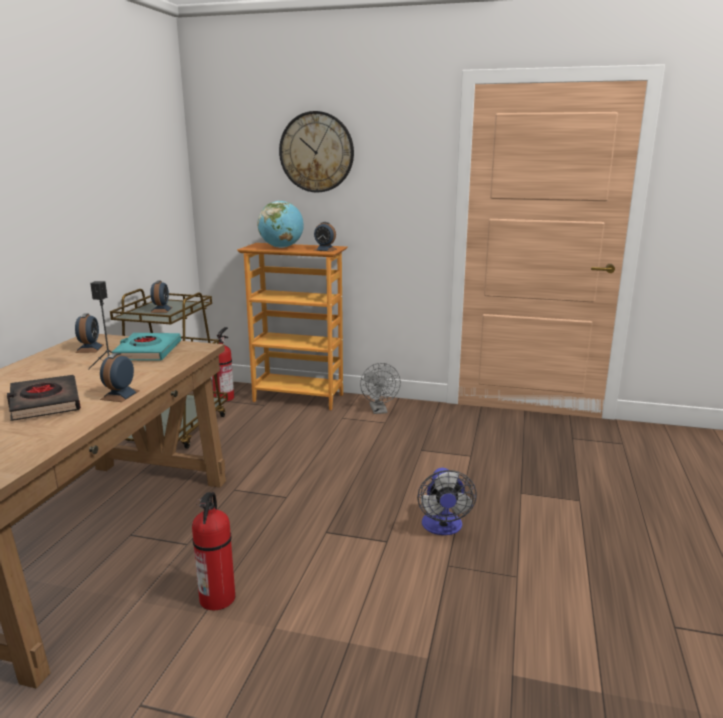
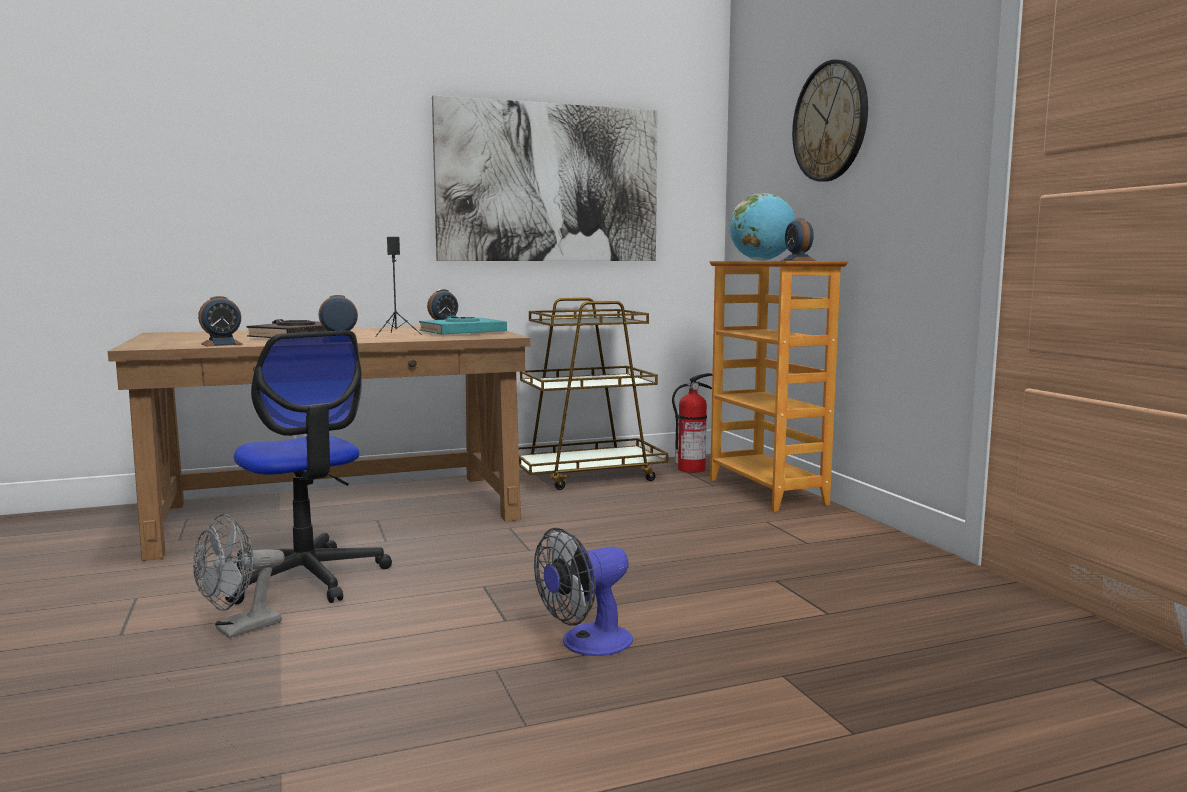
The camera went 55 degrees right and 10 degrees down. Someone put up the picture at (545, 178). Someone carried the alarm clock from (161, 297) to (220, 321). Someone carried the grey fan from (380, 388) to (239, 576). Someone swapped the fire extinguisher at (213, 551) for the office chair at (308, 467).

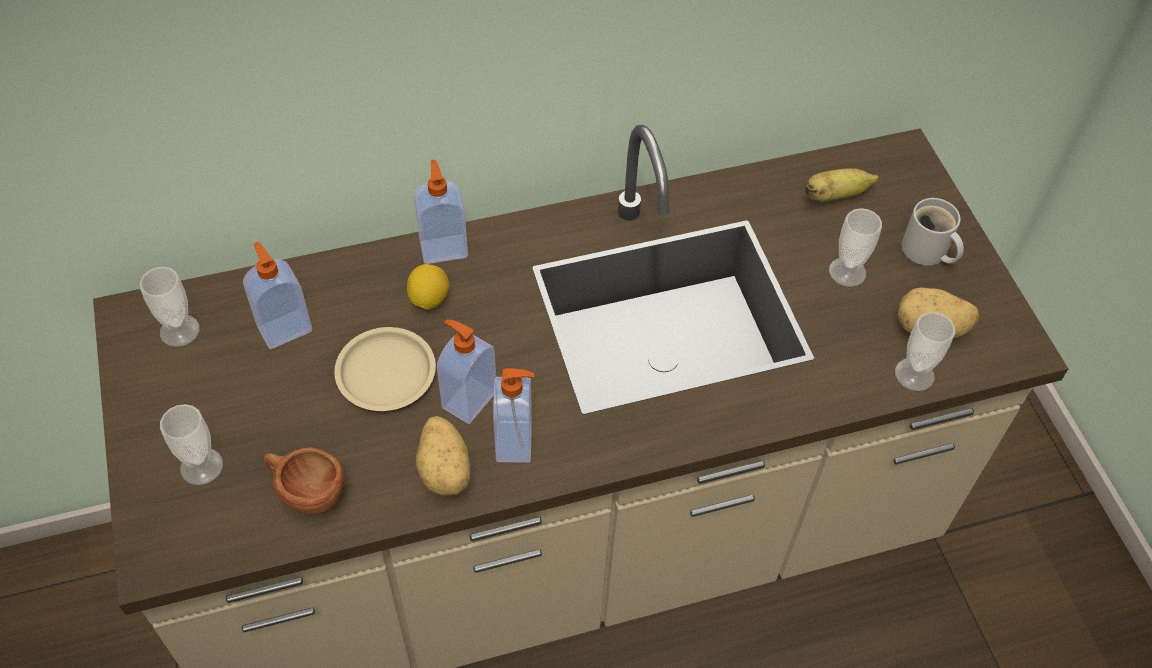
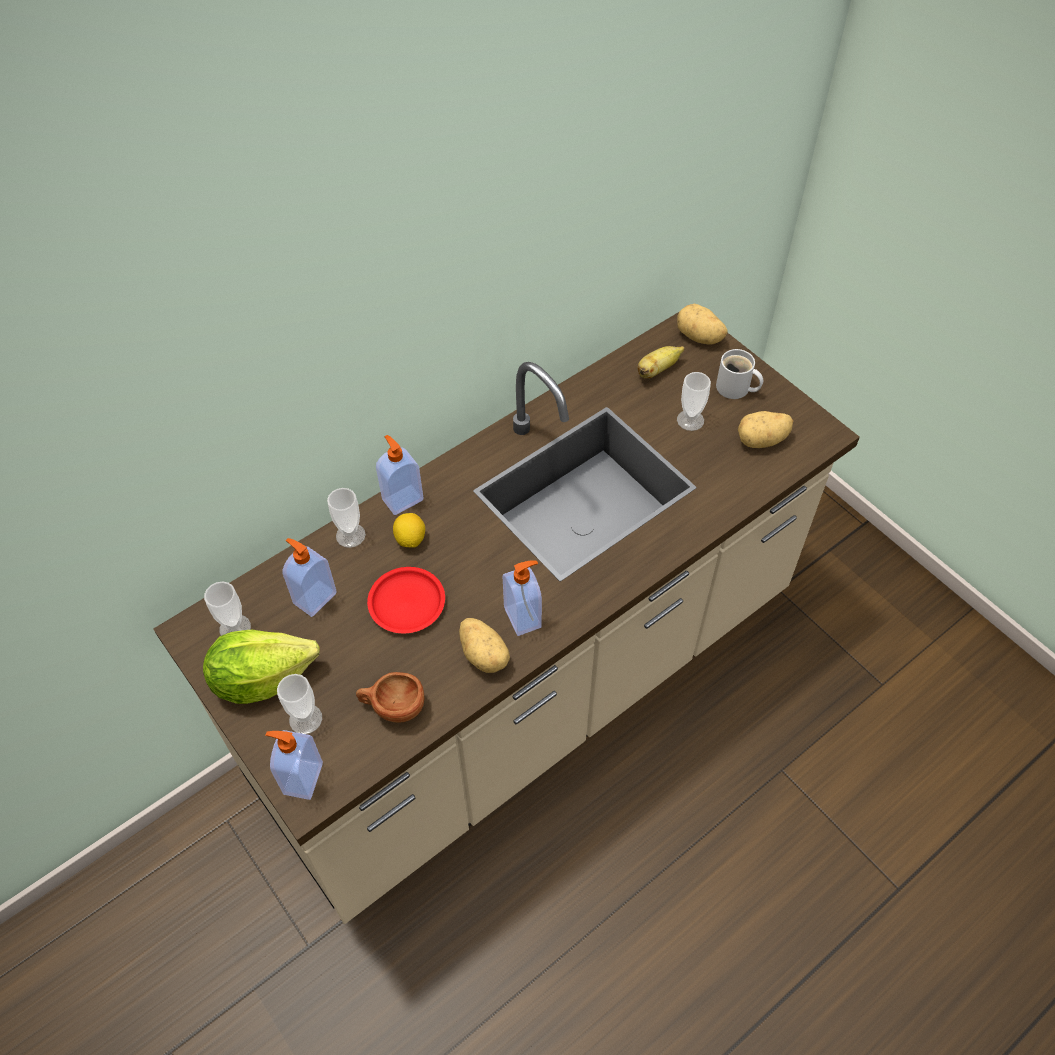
The camera went 20 degrees left and 0 degrees up. Someone put down the lettuce at (261, 666). Someone put down the potato at (702, 324). Someone carried the soap dispenser from (466, 372) to (294, 765). Someone carried the cup from (925, 351) to (346, 518). Someone repainted the beige plate at (385, 369), which became the red plate at (406, 600).

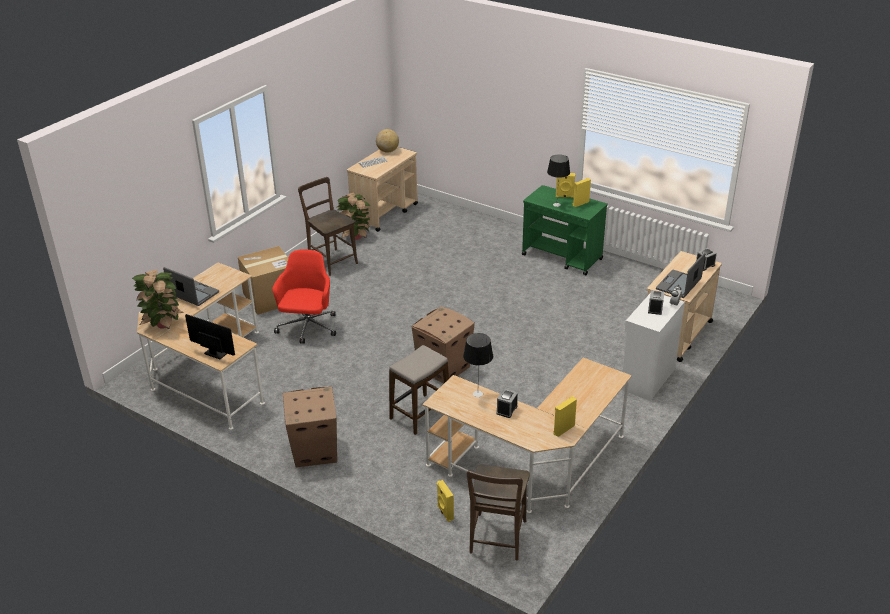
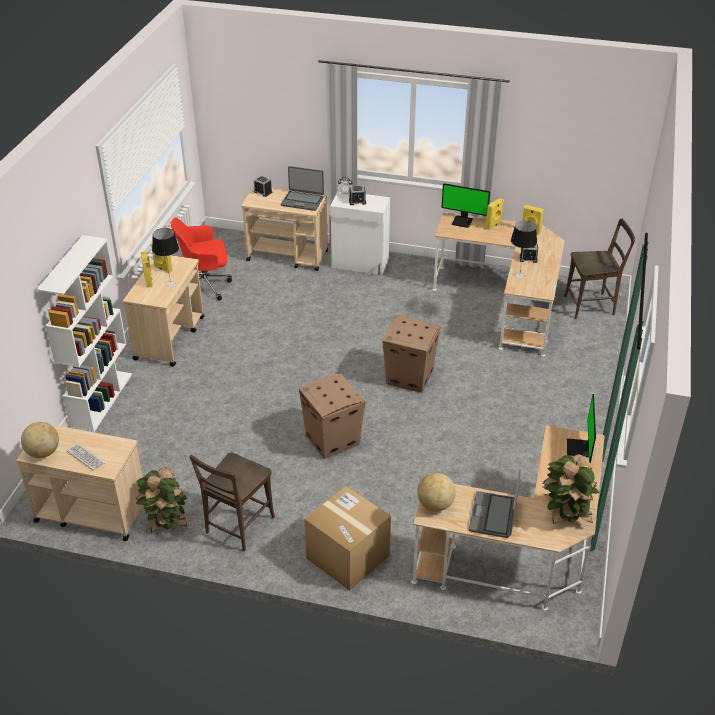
The camera went 110 degrees left and 5 degrees up. Someone took away the stool at (419, 390). Someone put down the white bookcase at (84, 333). Someone put down the globe at (436, 492). Someone put down the monitor at (466, 205). Someone carried the red office chair from (304, 297) to (201, 259). Someone carried the cardboard box from (310, 427) to (332, 416). Someone carried the yellow speaker from (445, 501) to (495, 214). Someone repainted the green cart at (565, 230), which became the beige cart at (163, 311).

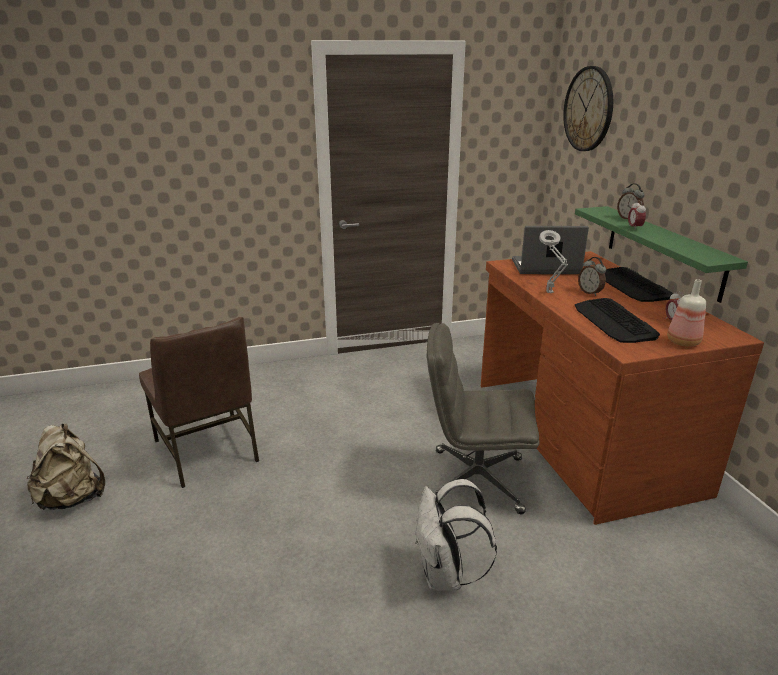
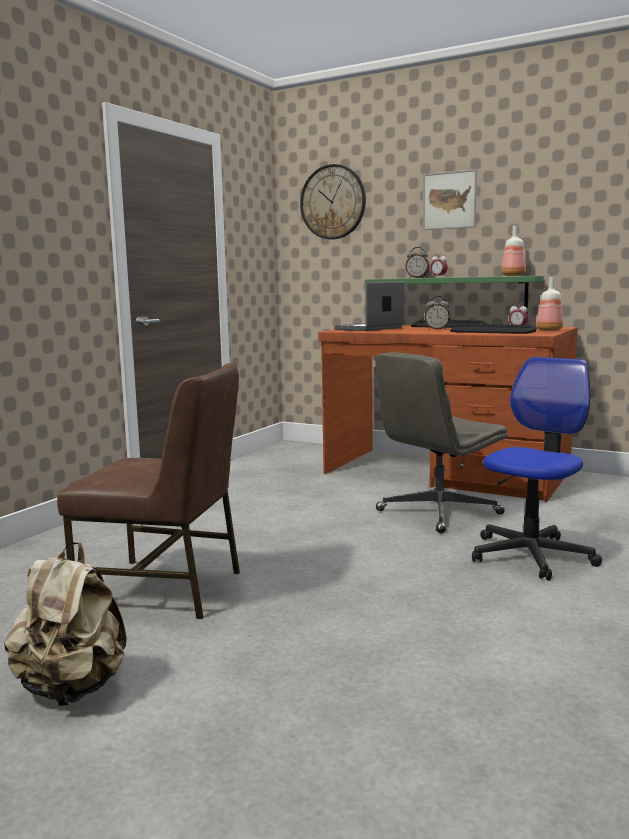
The camera went 45 degrees left and 15 degrees down. Someone took away the grey table lamp at (554, 261). Someone put up the picture at (450, 199). Someone put down the bottle at (513, 251). Someone swapped the white backpack at (456, 535) for the office chair at (537, 469).

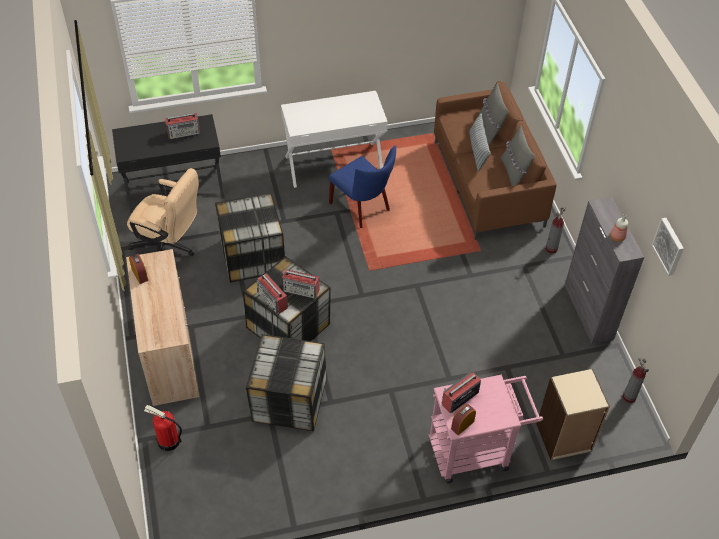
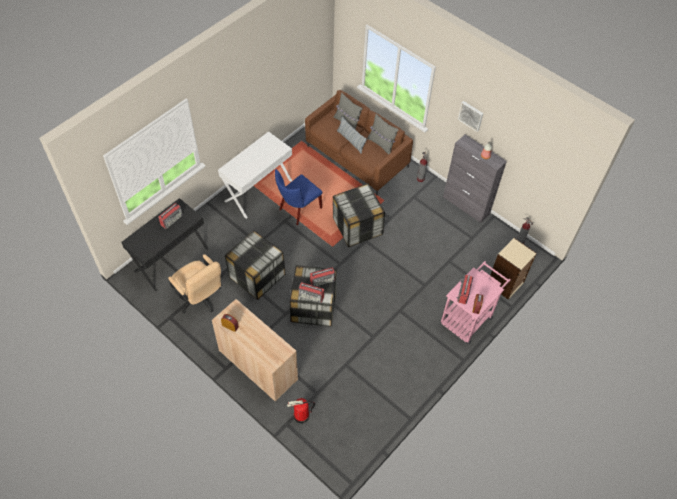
The camera went 35 degrees left and 5 degrees up. Someone carried the storage box from (286, 382) to (359, 215). Someone carried the picture from (668, 247) to (470, 116). Someone rotated the beige office chair at (163, 212) by 60 degrees clockwise. Someone rotated the blue chair at (362, 187) by 120 degrees clockwise.

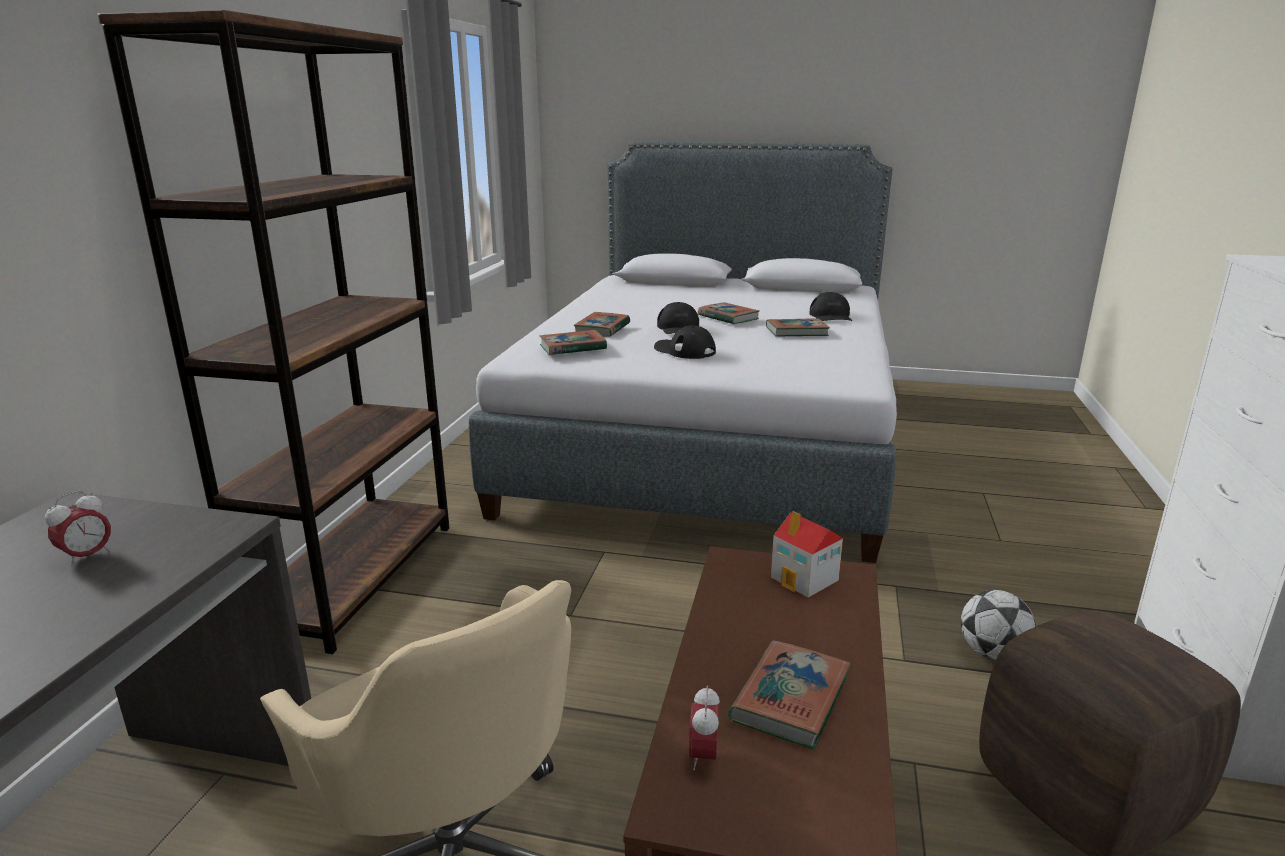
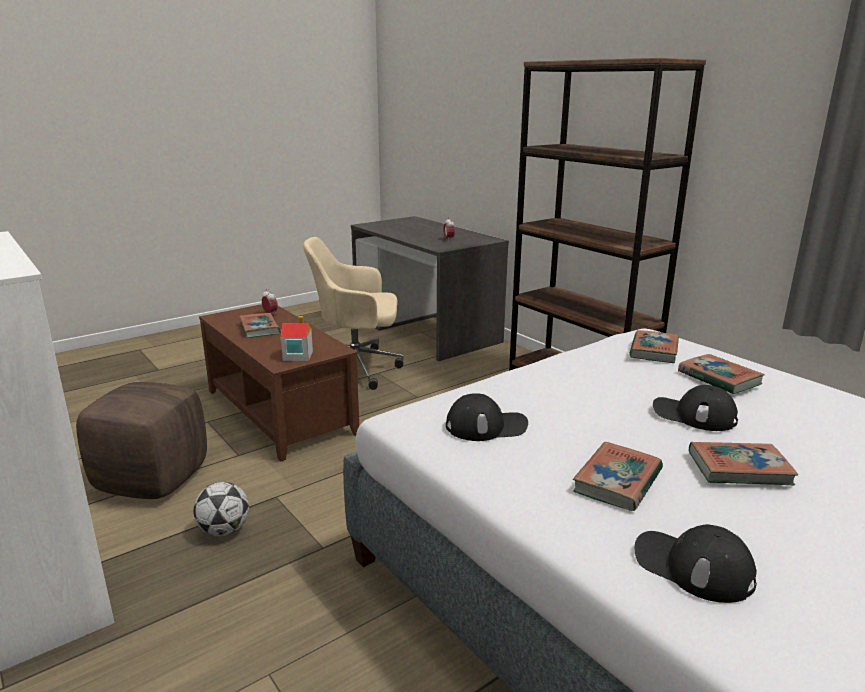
The camera went 130 degrees right and 0 degrees up. Someone carried the black cap from (685, 342) to (487, 417).

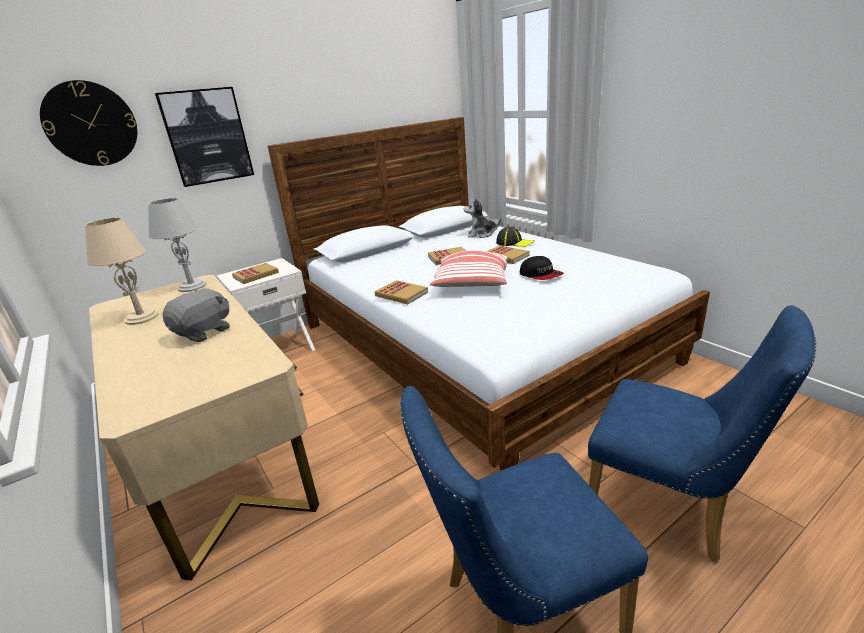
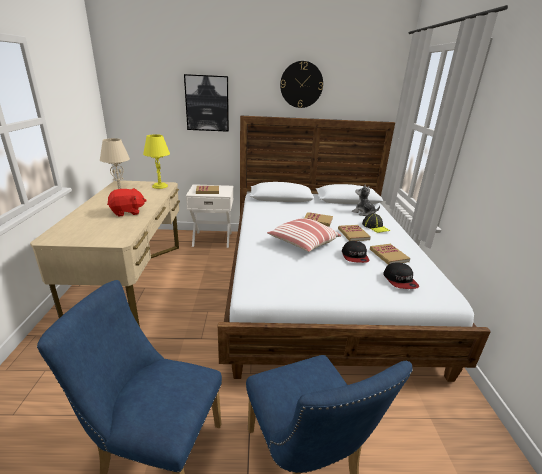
The camera went 30 degrees right and 0 degrees up. Someone put down the cap at (401, 275). Someone carried the wall clock from (88, 123) to (301, 84). Someone carried the book from (401, 292) to (390, 254). Someone repainted the grey table lamp at (177, 245), which became the yellow table lamp at (156, 161). Someone repainted the grey plush toy at (196, 315), which became the red plush toy at (127, 202).

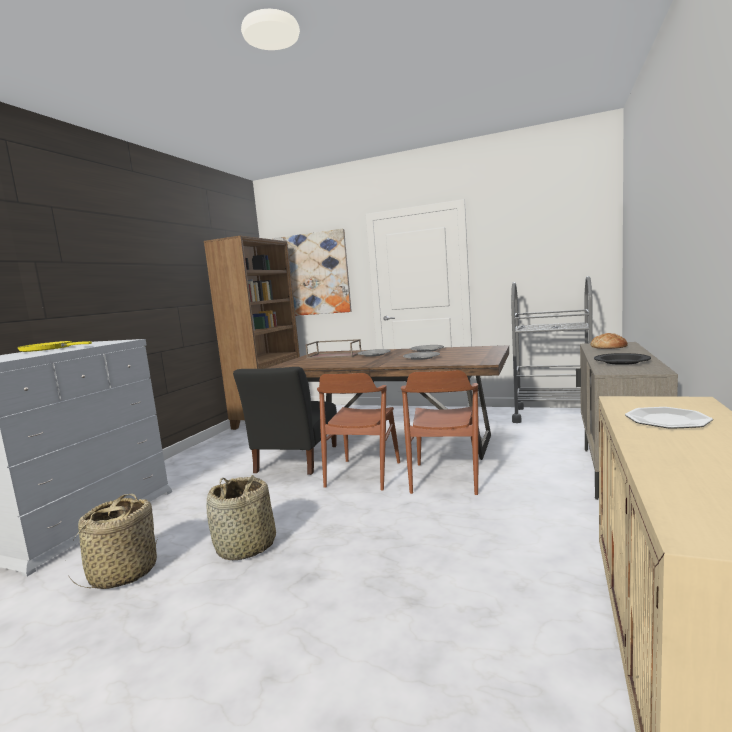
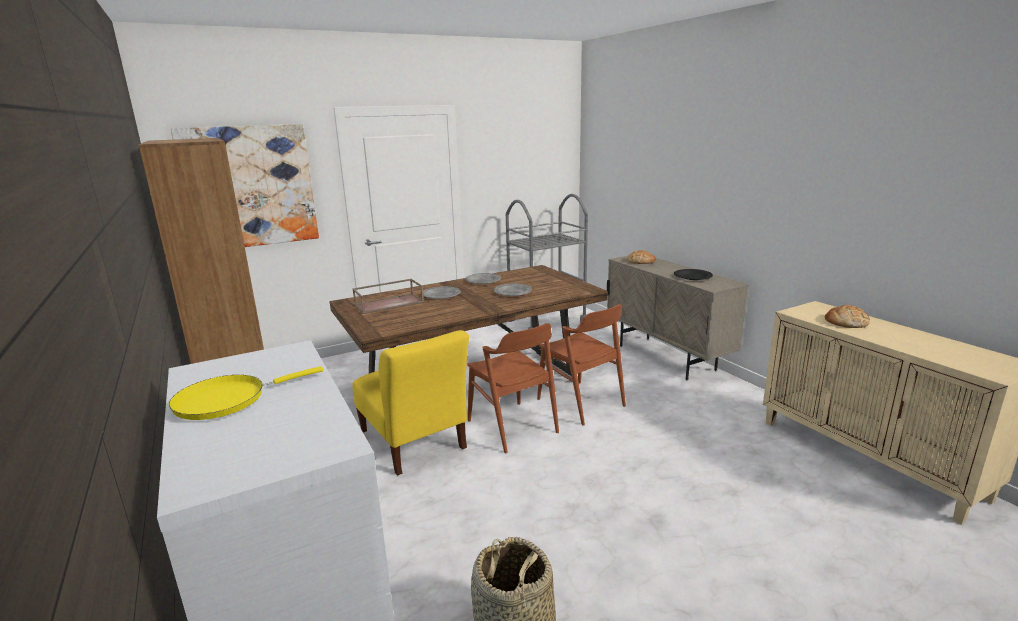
The camera went 50 degrees left and 10 degrees up. Someone took away the basket at (241, 517). Someone swapped the plate at (669, 418) for the bread at (847, 316). Someone repainted the black chair at (285, 421), which became the yellow chair at (410, 402).

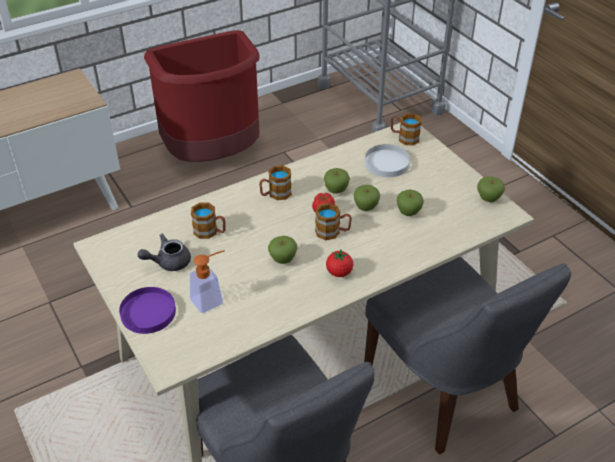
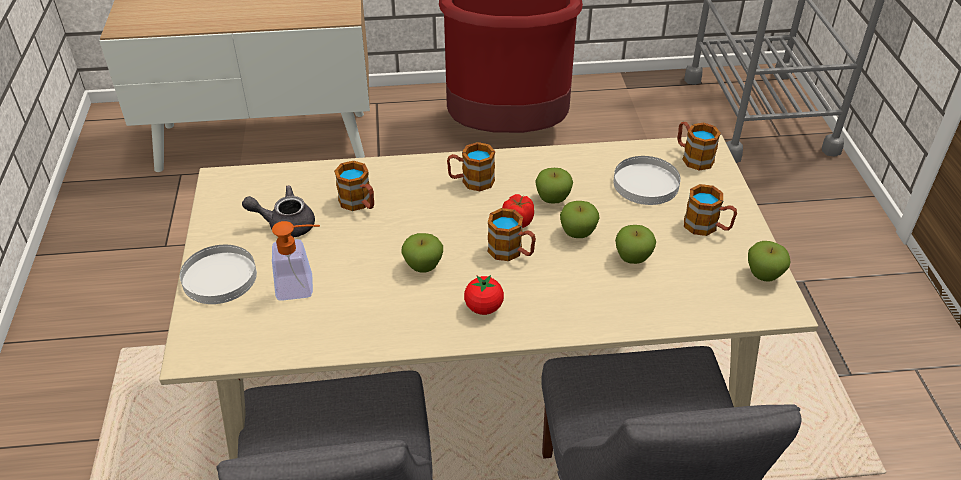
The camera went 25 degrees right and 0 degrees up. Someone put down the mug at (710, 210). Someone repainted the purple plate at (147, 310), which became the white plate at (218, 274).

